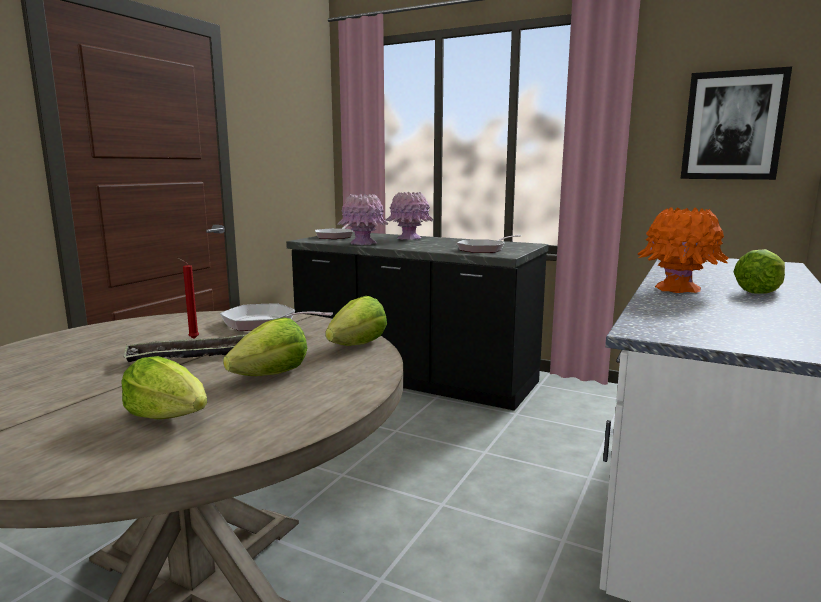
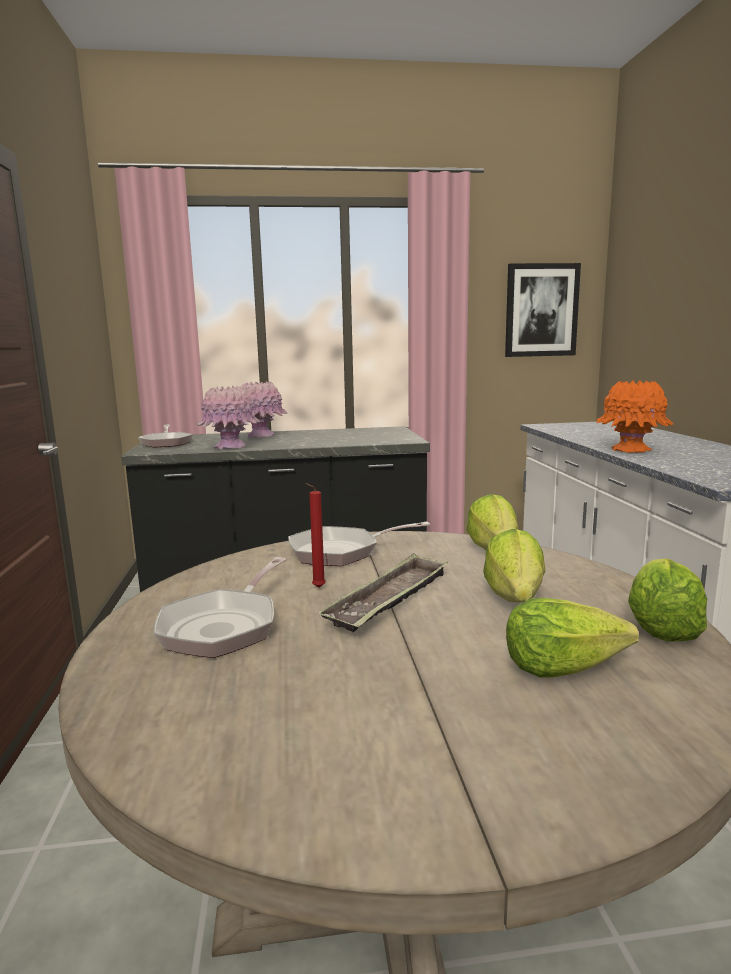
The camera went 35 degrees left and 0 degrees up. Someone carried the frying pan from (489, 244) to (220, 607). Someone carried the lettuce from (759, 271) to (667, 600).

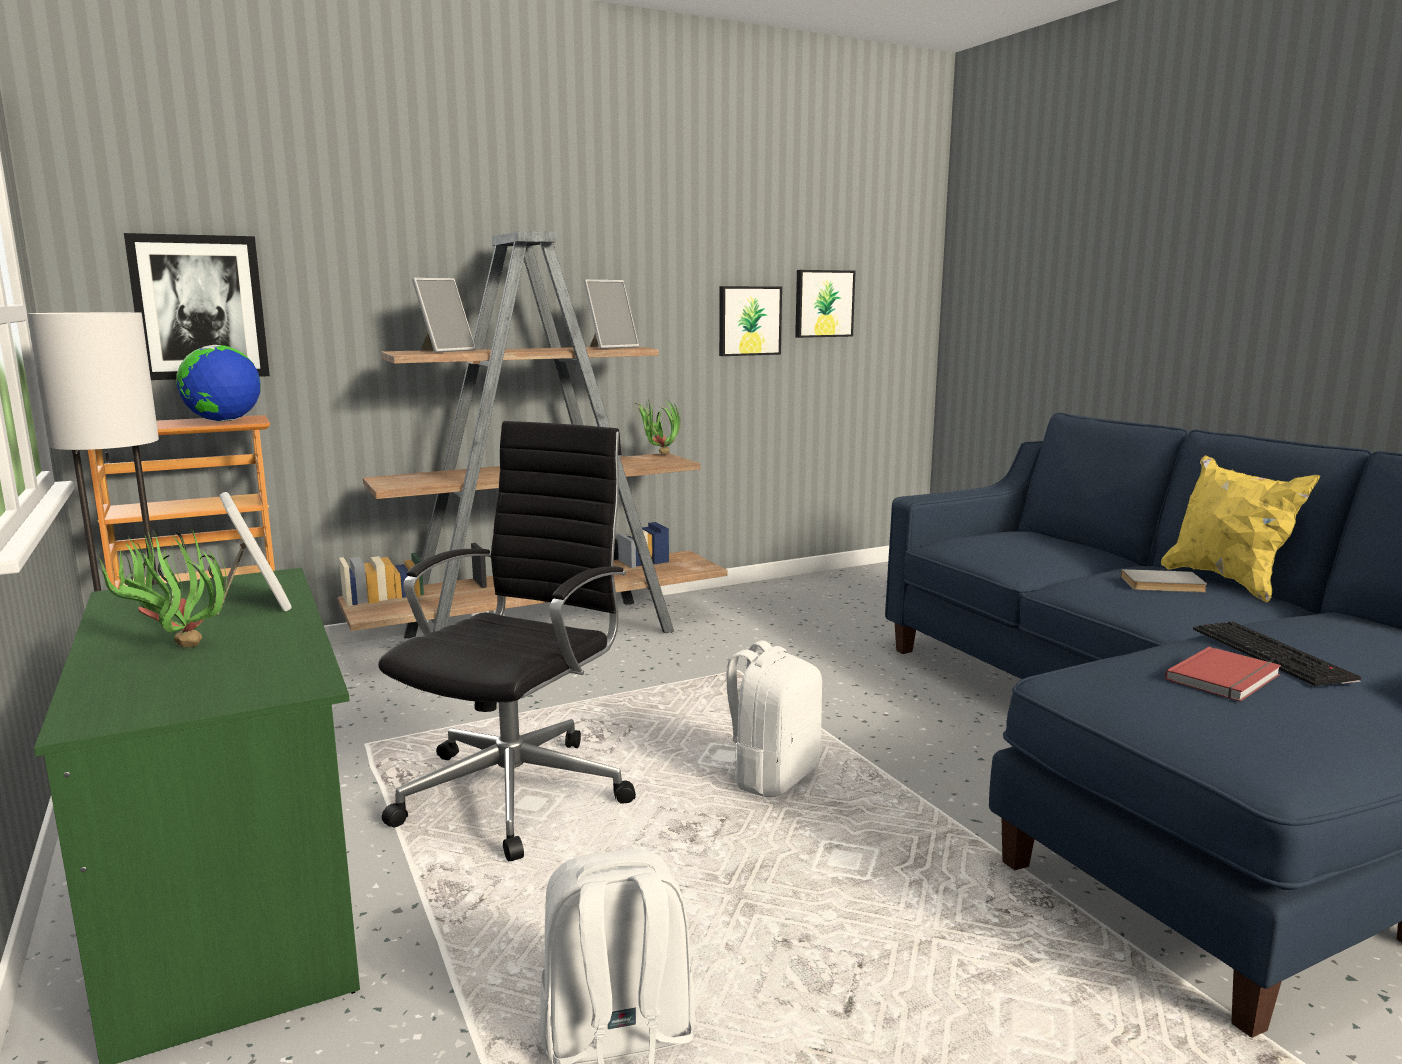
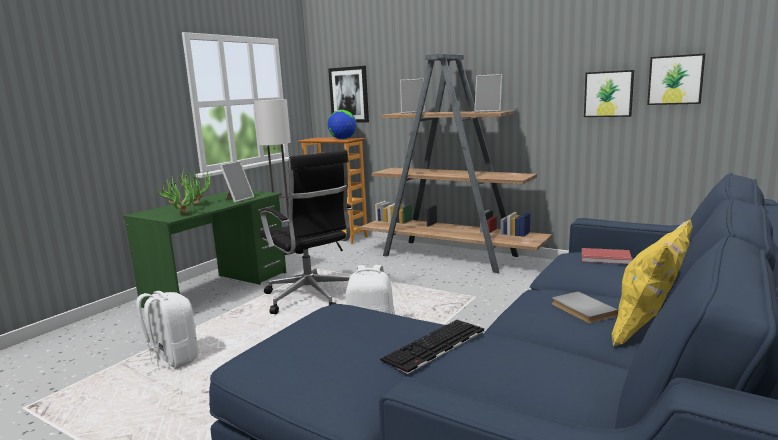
The camera went 60 degrees right and 0 degrees up. Someone carried the potted plant from (657, 427) to (175, 196). Someone carried the red book from (1223, 674) to (607, 256). Someone rotated the black office chair at (507, 641) by 60 degrees clockwise.

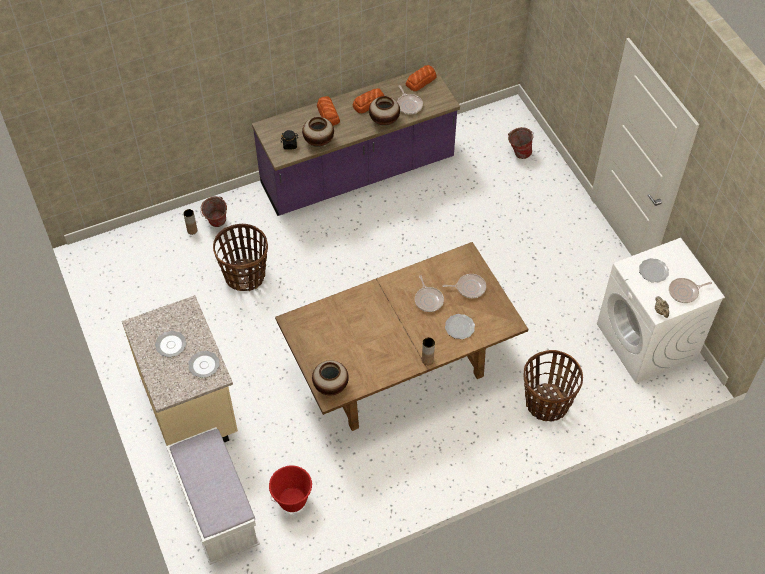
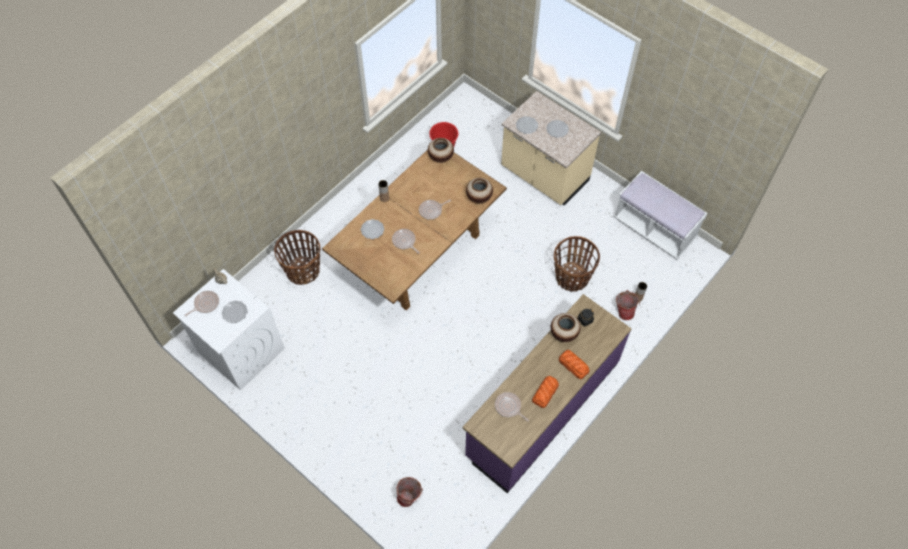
The camera went 155 degrees right and 5 degrees up. Someone took away the bread at (421, 78). Someone carried the white bench from (213, 496) to (660, 215). Someone carried the vase from (384, 111) to (479, 190). Someone carried the frying pan from (464, 286) to (434, 210).

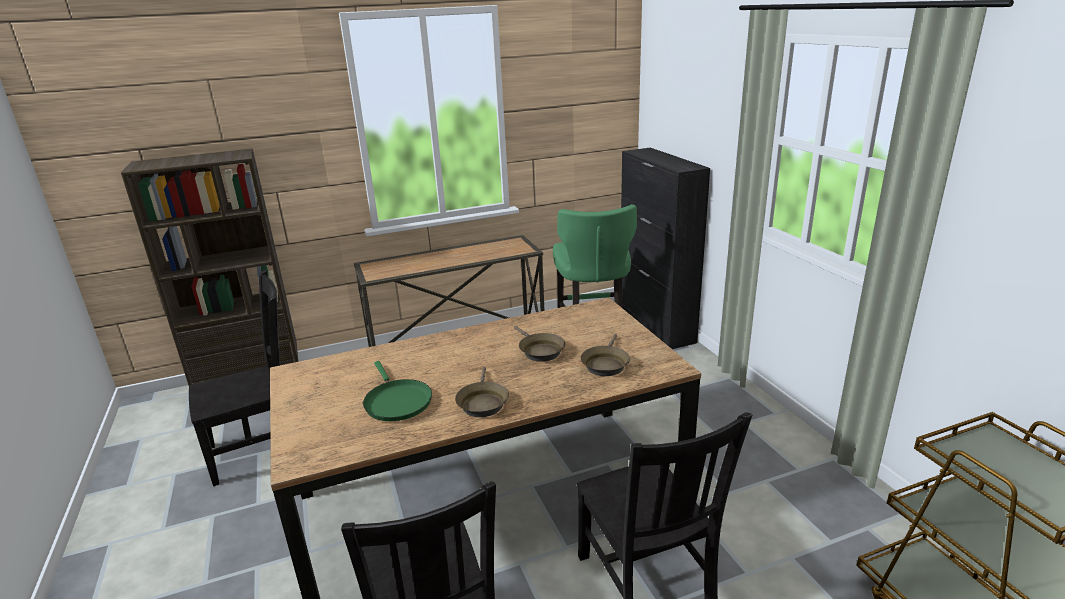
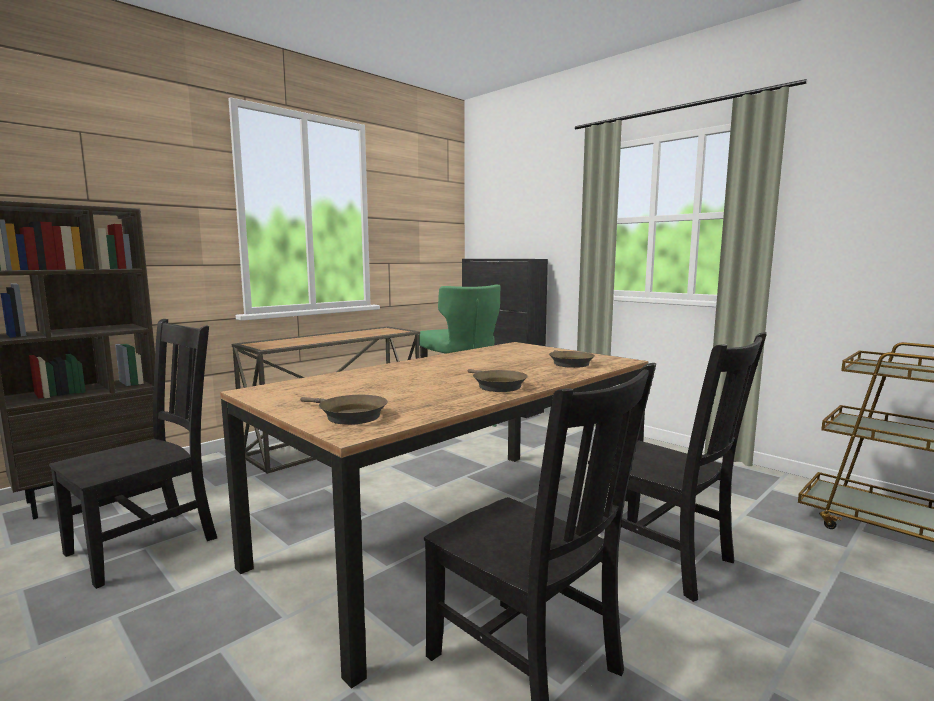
The camera went 25 degrees left and 15 degrees down. Someone took away the green frying pan at (397, 391). Someone carried the brown frying pan from (540, 344) to (344, 410).

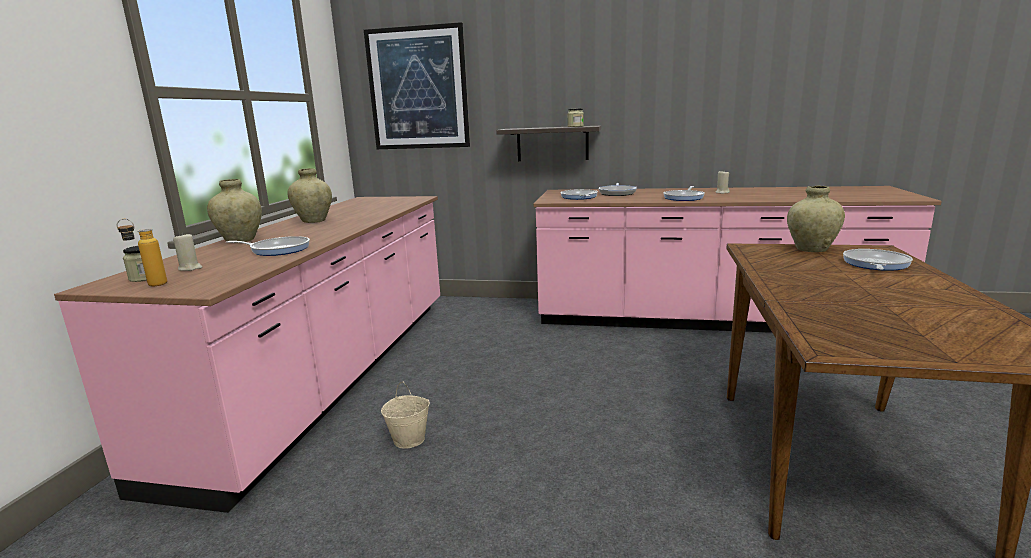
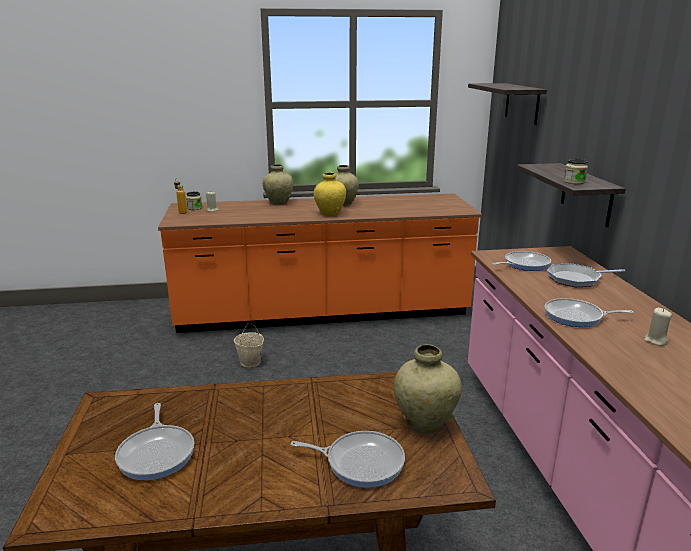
The camera went 70 degrees right and 5 degrees up. Someone put down the yellow vase at (330, 194). Someone carried the frying pan from (268, 246) to (154, 441). Someone swapped the picture at (417, 85) for the shelf at (507, 104). Someone repainted the pink counter at (247, 354), which became the orange counter at (320, 263).

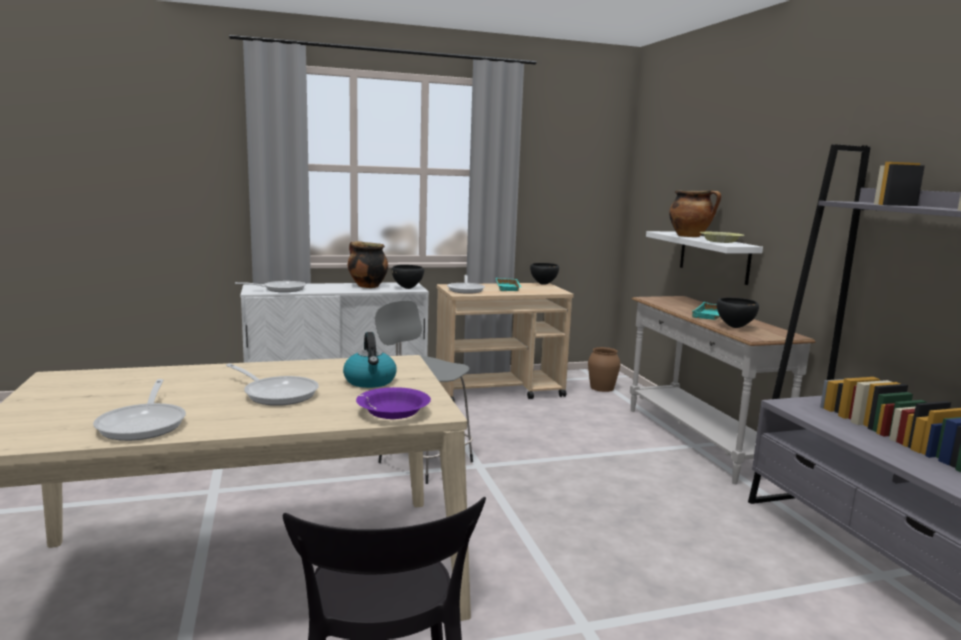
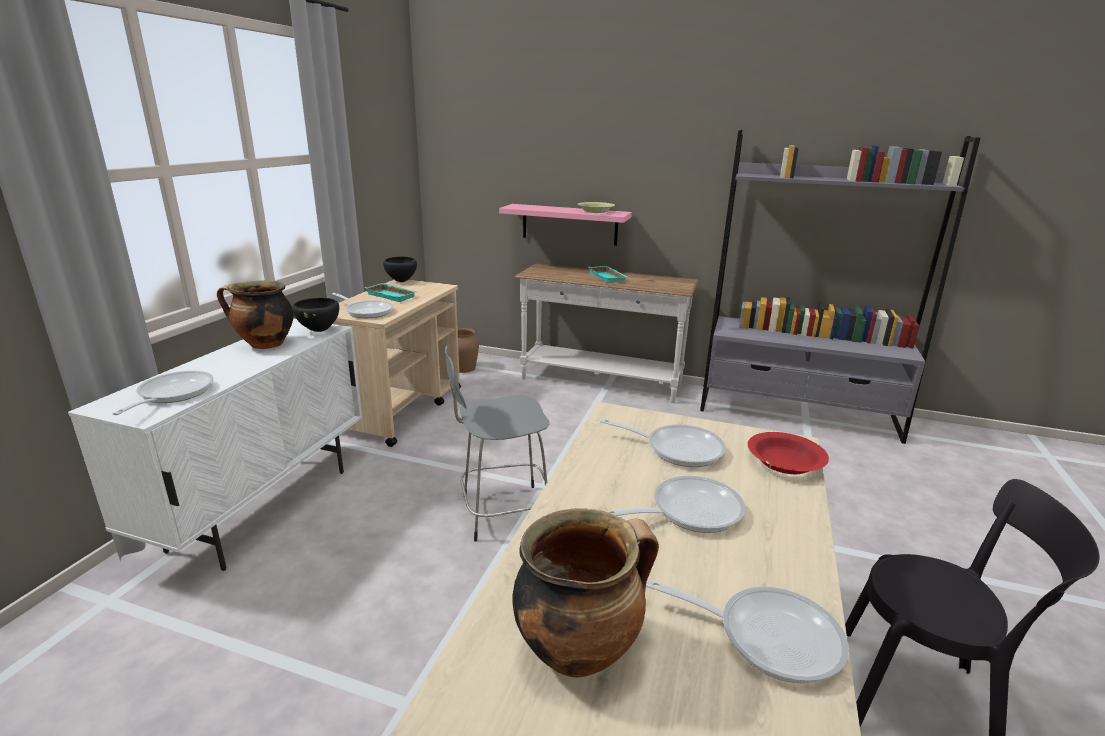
The camera went 55 degrees left and 10 degrees up. Someone took away the black bowl at (738, 313). Someone carried the cooking pot from (695, 213) to (585, 593). Someone swapped the kettle at (370, 360) for the frying pan at (663, 443). Someone repainted the purple bowl at (393, 403), which became the red bowl at (788, 453). Someone repainted the white shelf at (704, 258), which became the pink shelf at (565, 225).

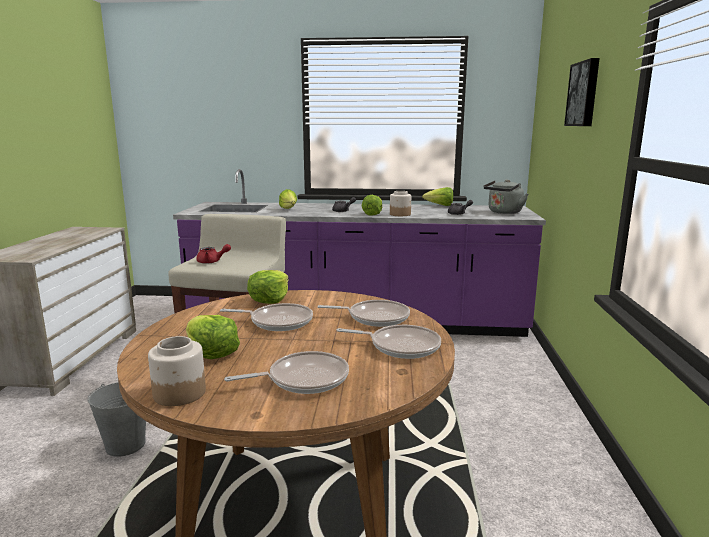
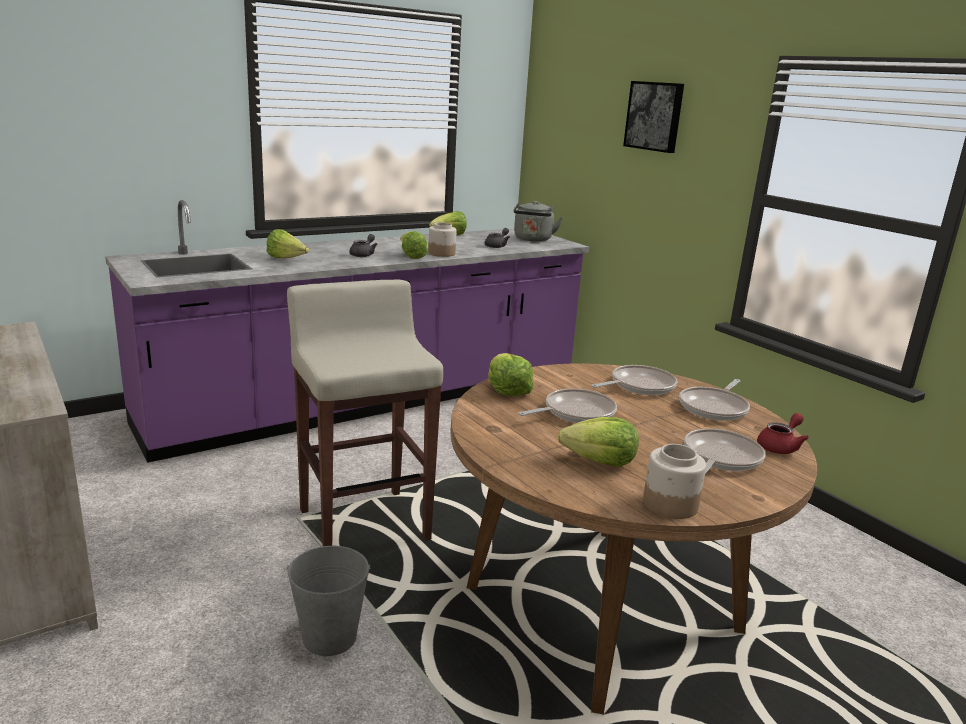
The camera went 40 degrees left and 5 degrees up. Someone carried the red teapot from (213, 254) to (783, 433). Someone rotated the frying pan at (389, 342) by 150 degrees clockwise.

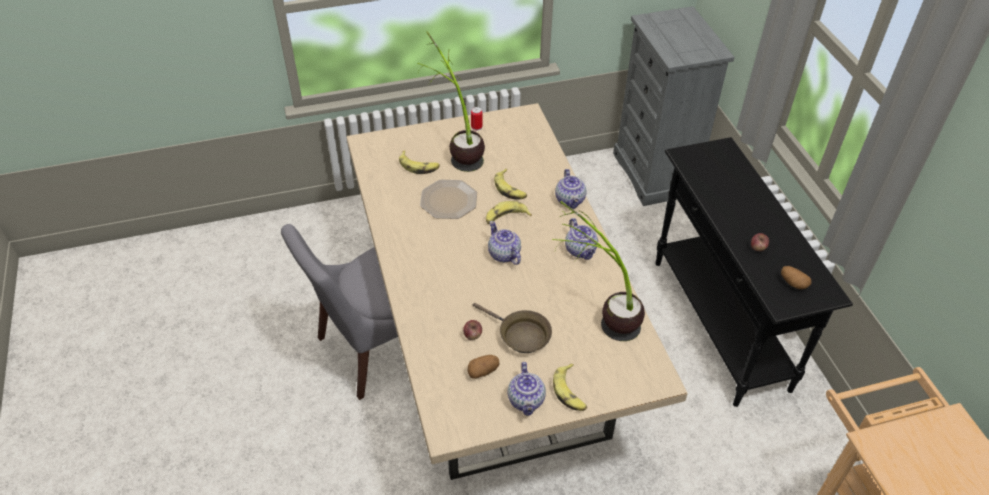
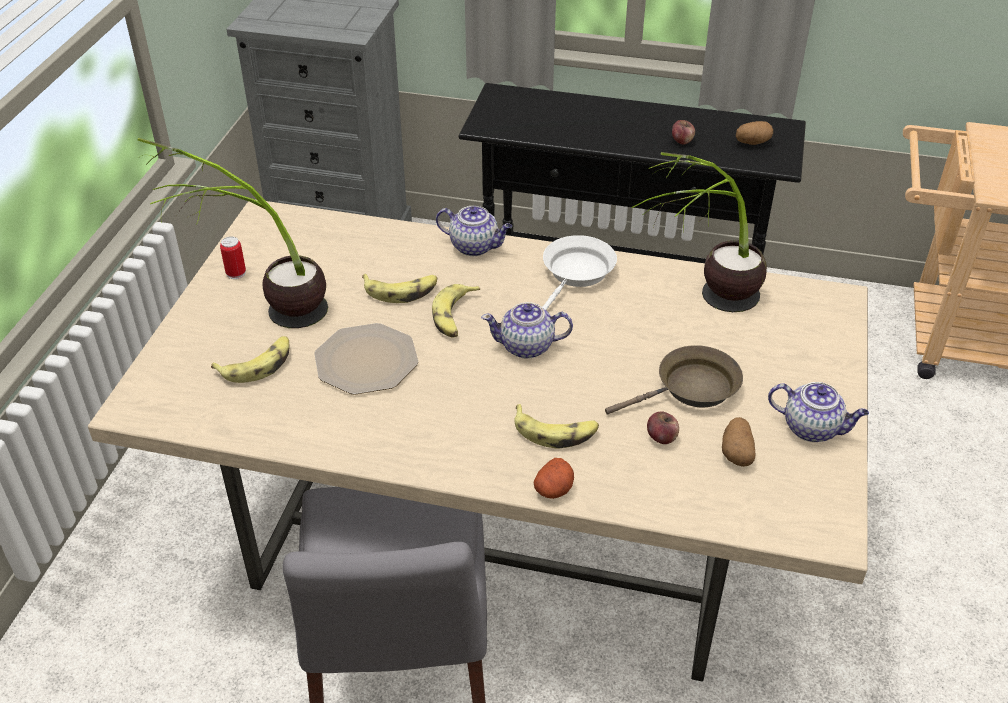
The camera went 60 degrees left and 5 degrees down. Someone put down the potato at (554, 478). Someone carried the banana from (570, 387) to (557, 426). Someone swapped the teapot at (581, 239) for the white frying pan at (579, 272).

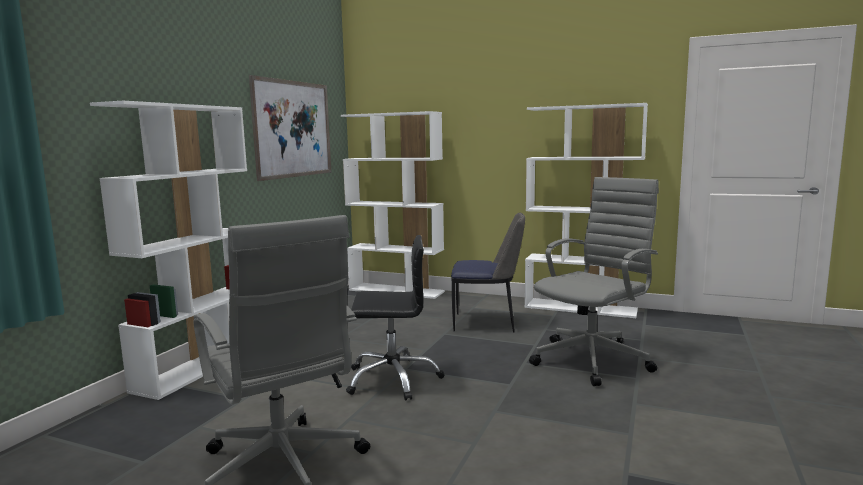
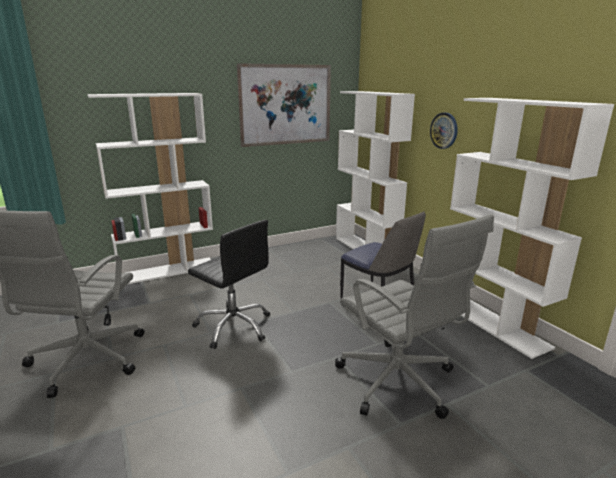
The camera went 40 degrees right and 10 degrees up. Someone put up the wall clock at (444, 131). Someone rotated the grey office chair at (594, 281) by 60 degrees clockwise.

